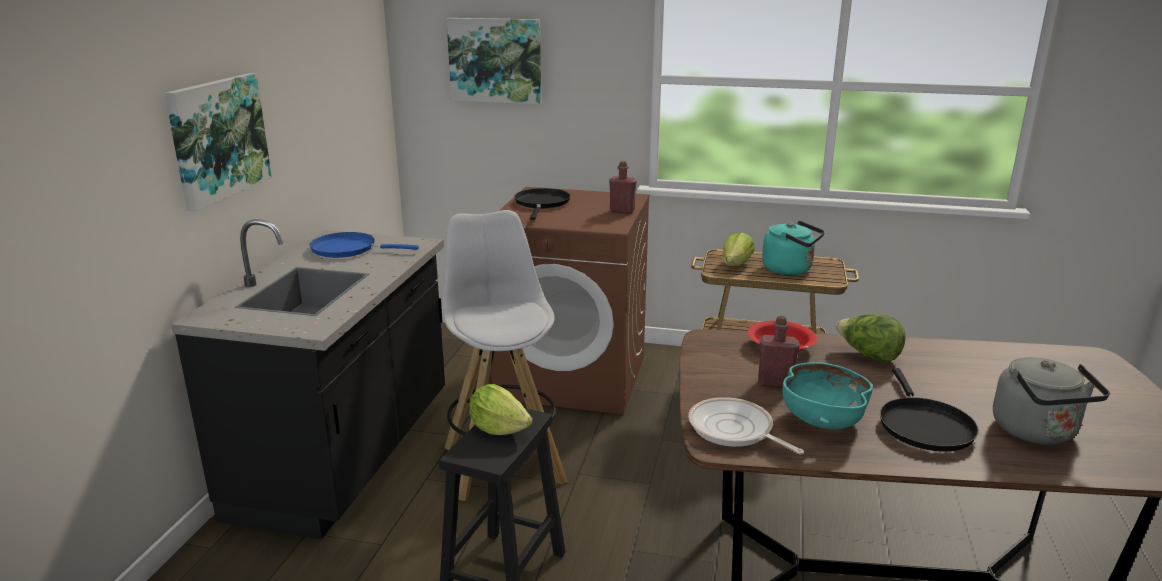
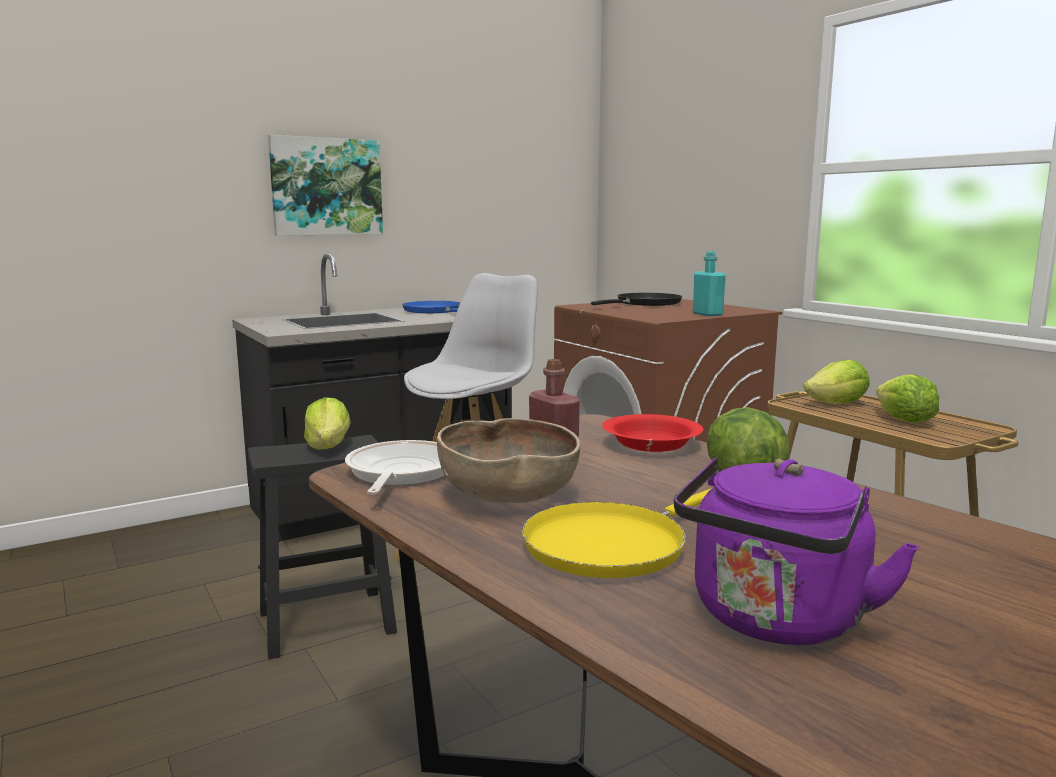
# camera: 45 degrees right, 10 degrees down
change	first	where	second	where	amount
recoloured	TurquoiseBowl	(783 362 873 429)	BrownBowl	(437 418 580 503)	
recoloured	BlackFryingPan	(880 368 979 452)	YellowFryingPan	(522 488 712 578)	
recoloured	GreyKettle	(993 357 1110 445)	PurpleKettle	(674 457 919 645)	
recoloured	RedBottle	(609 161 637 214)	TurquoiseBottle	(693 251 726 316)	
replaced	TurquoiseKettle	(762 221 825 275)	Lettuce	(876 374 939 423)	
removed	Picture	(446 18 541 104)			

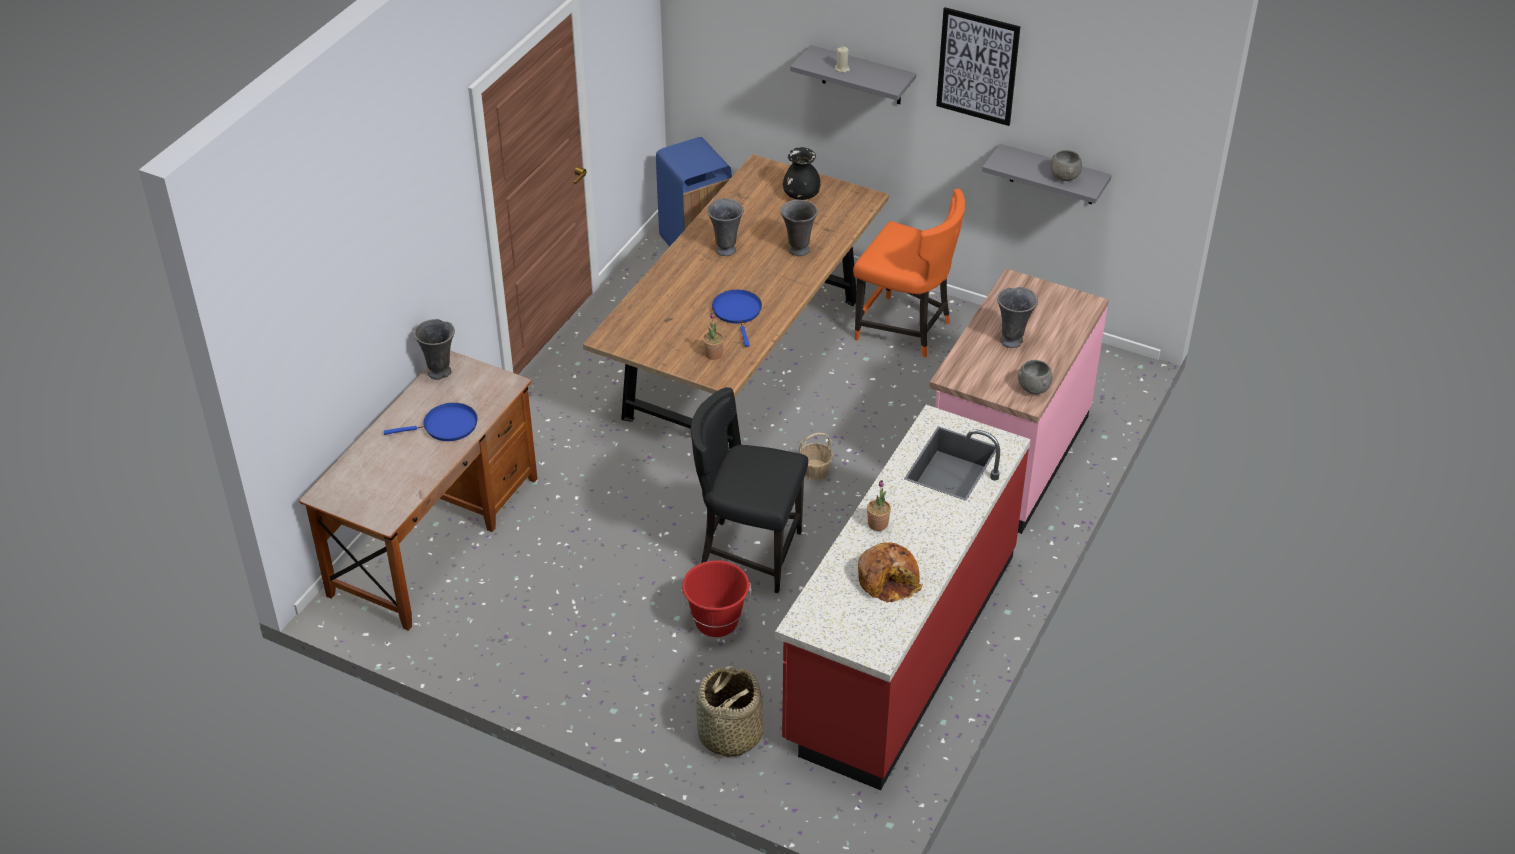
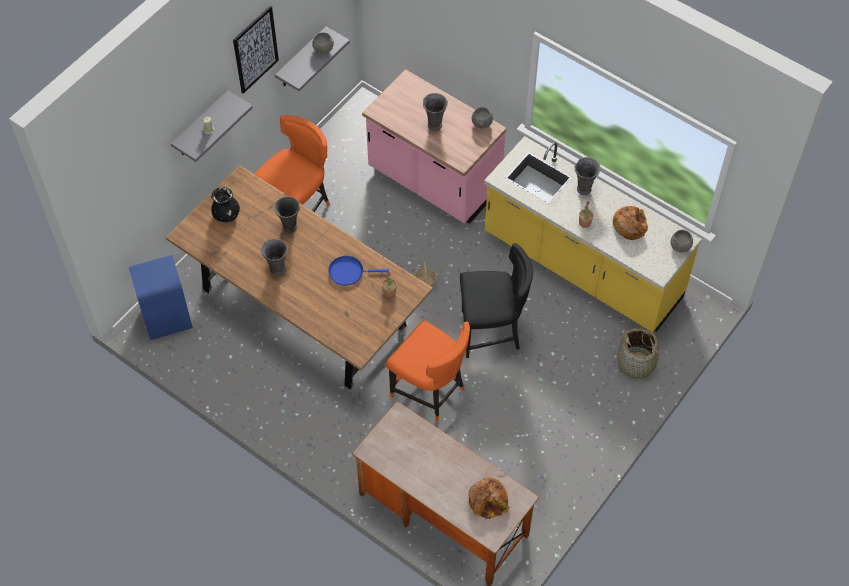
# camera: 80 degrees left, 15 degrees up
change	first	where	second	where	amount
added			OrangeChair	(386 320 470 422)	
turned	BlackChair	(691 387 808 593)		(460 243 533 358)	120 degrees counterclockwise
added			Bread	(468 478 510 519)	
recoloured	RedCounter	(775 405 1031 790)	YellowCounter	(484 136 702 332)	
moved	GreyVase	(414 319 455 380)		(575 157 601 195)	
added			GreyBowl	(670 230 693 252)	
removed	BlueFryingPan	(384 403 478 441)			
removed	RedBucket	(681 560 751 637)			

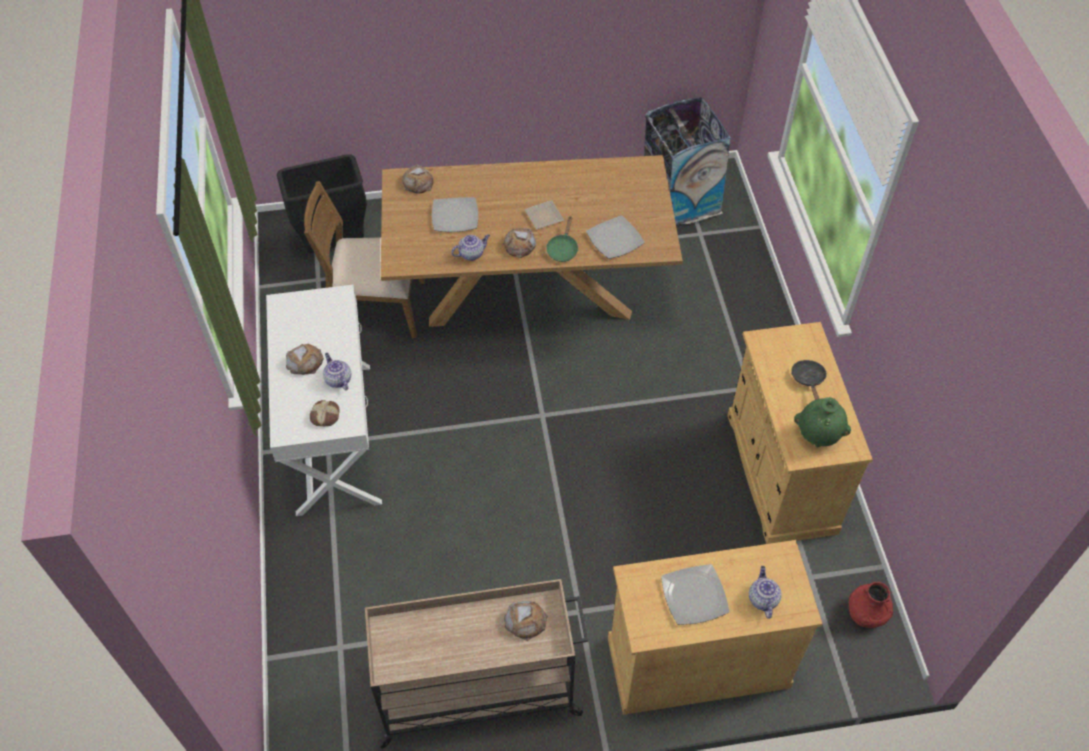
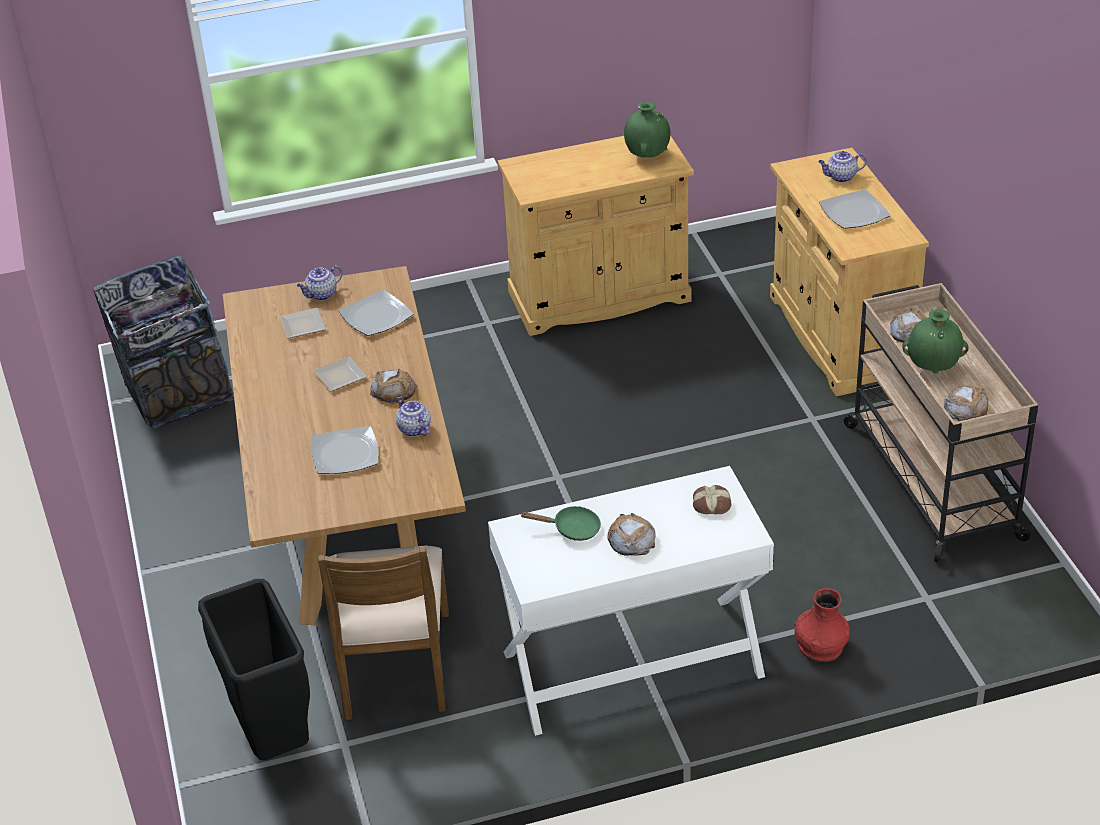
# camera: 95 degrees left, 15 degrees down
change	first	where	second	where	amount
added			Plate	(279 308 326 339)	
moved	Teapot	(323 353 352 391)		(297 265 342 300)	
moved	GreenFryingPan	(546 216 578 262)		(520 506 601 541)	
moved	RedVase	(849 582 893 628)		(794 588 850 662)	
added			GreenVase	(902 309 968 374)	
moved	Bread	(402 164 433 194)		(944 386 988 421)	
removed	BlackFryingPan	(791 360 827 400)			

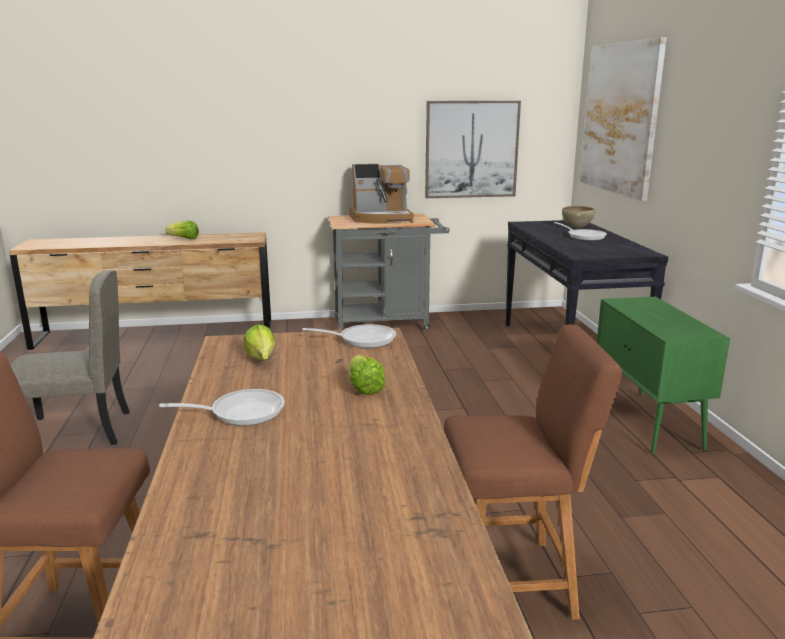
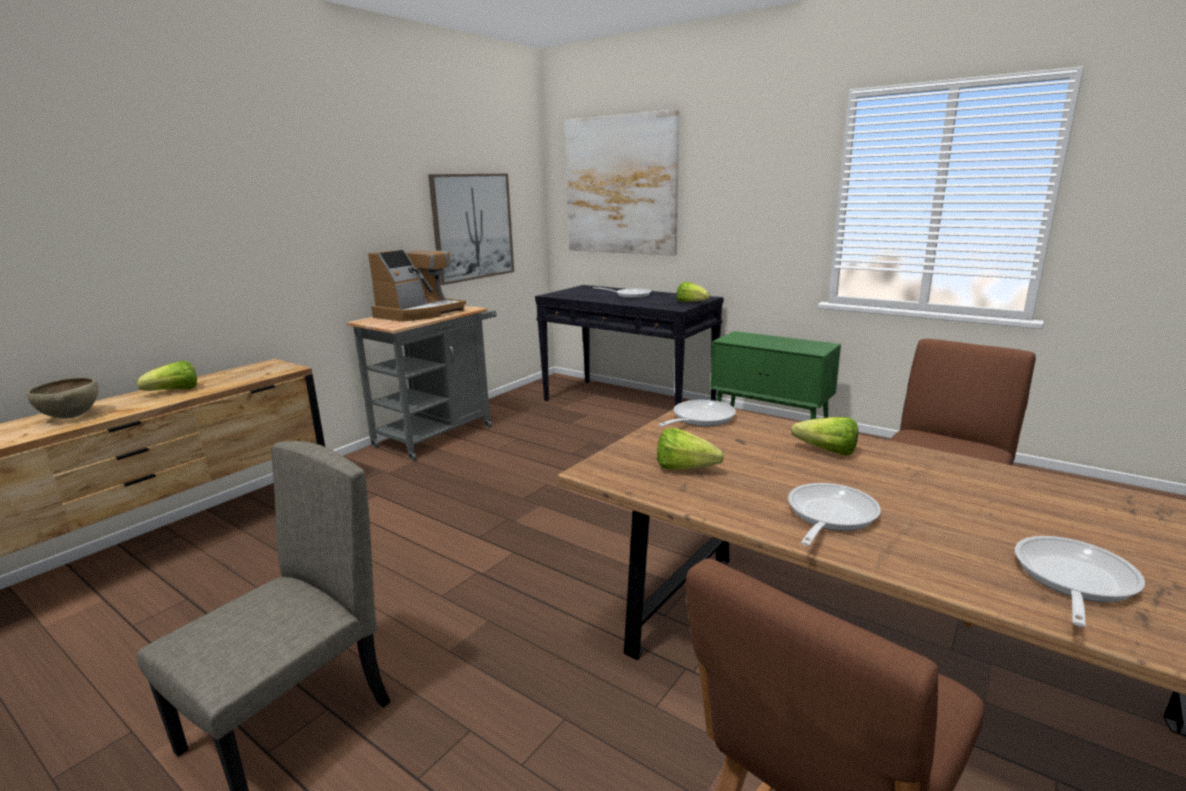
# camera: 45 degrees left, 0 degrees up
change	first	where	second	where	amount
moved	BrownBowl	(562 206 595 228)		(27 378 98 418)	
added			Lettuce	(676 282 710 302)	
added			FryingPan	(1015 536 1145 627)	

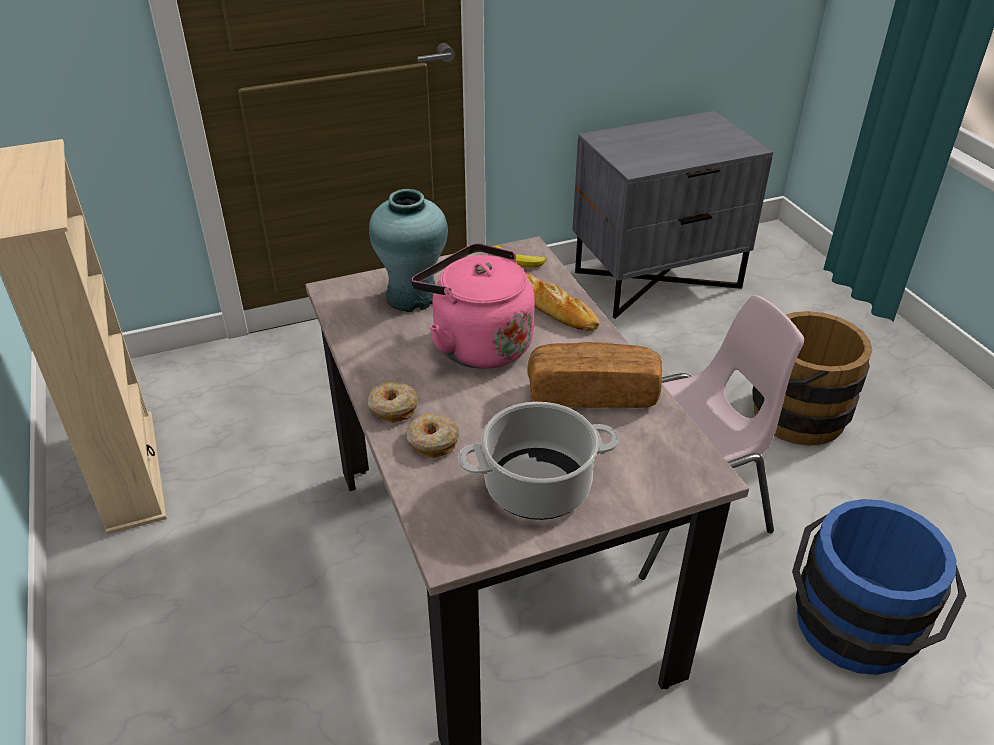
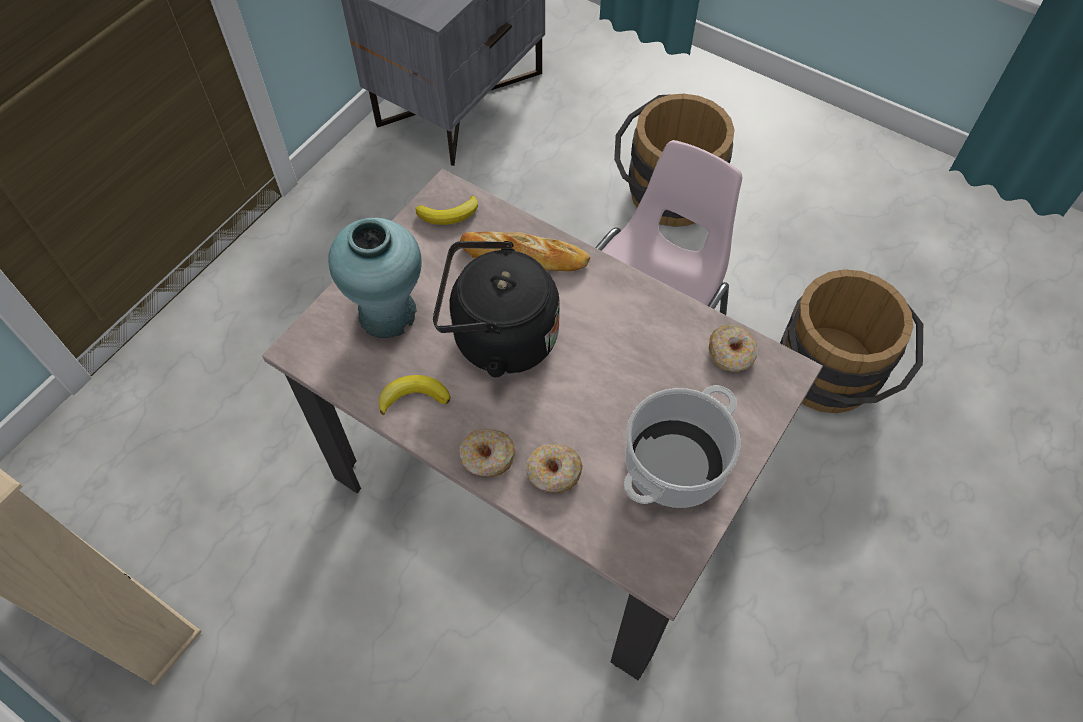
# camera: 35 degrees left, 20 degrees up
change	first	where	second	where	amount
added			Banana	(379 375 451 415)	
recoloured	PinkKettle	(411 243 535 369)	BlackKettle	(433 241 560 378)	
added			Donut	(709 324 758 372)	
recoloured	BlueBucket	(792 499 967 675)	BrownBucket	(780 269 923 413)	
removed	Bread	(527 342 662 408)			

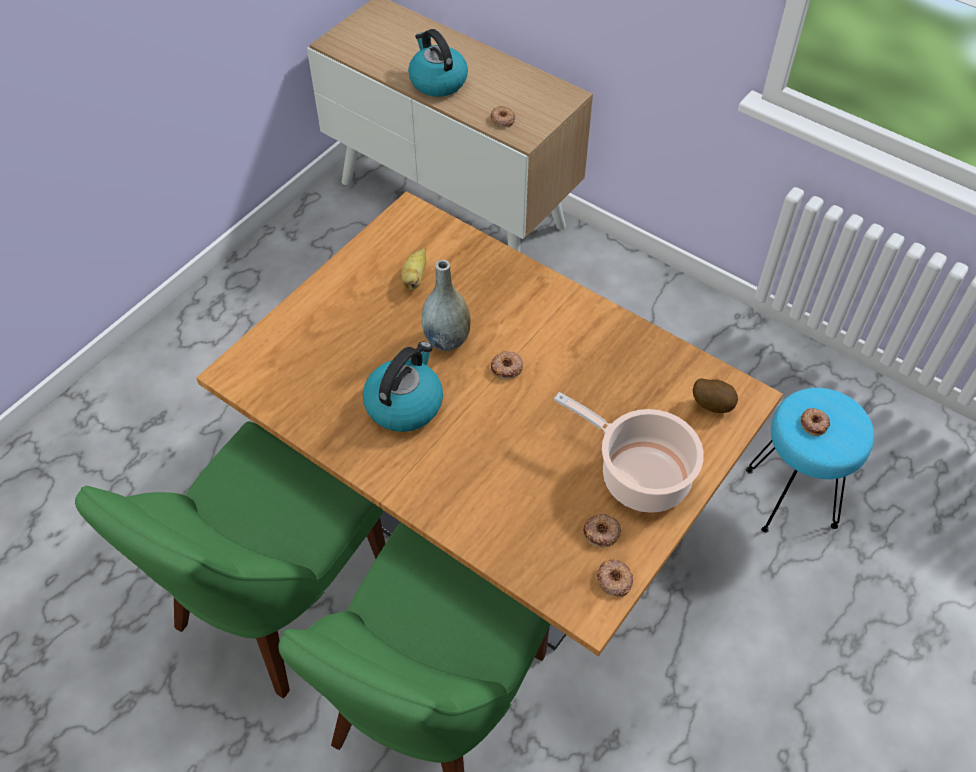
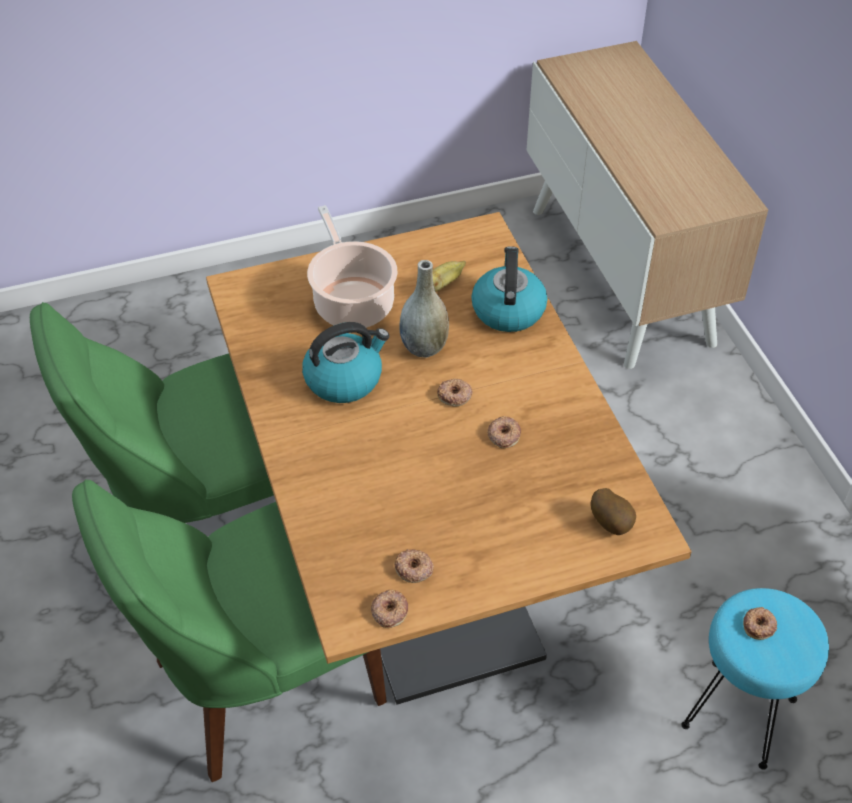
# camera: 35 degrees right, 5 degrees down
change	first	where	second	where	amount
moved	CookingPot	(554 392 704 513)		(307 205 397 328)	
moved	Kettle	(408 29 468 97)		(471 246 547 332)	
moved	Donut	(490 106 515 127)		(487 416 521 448)	

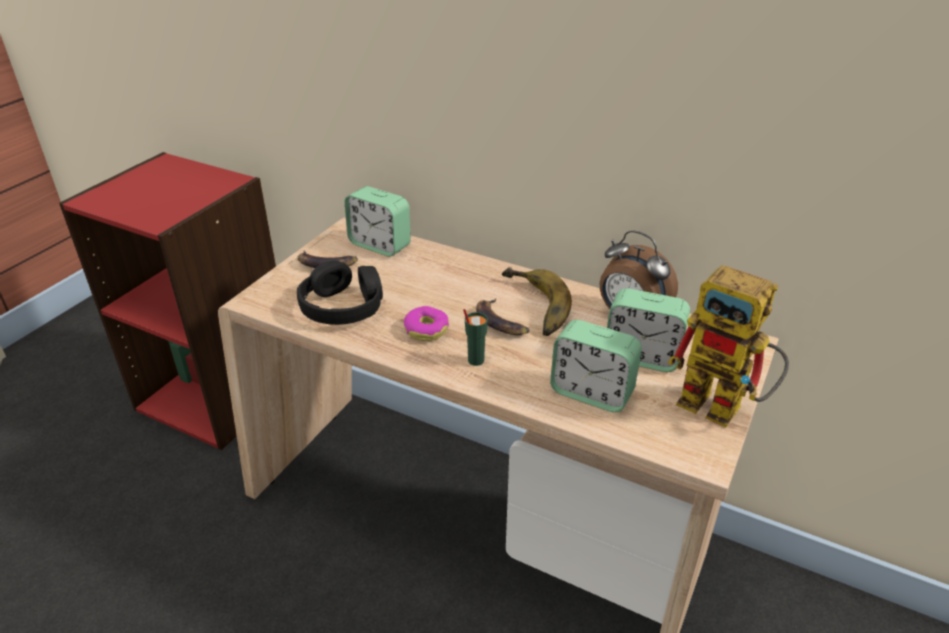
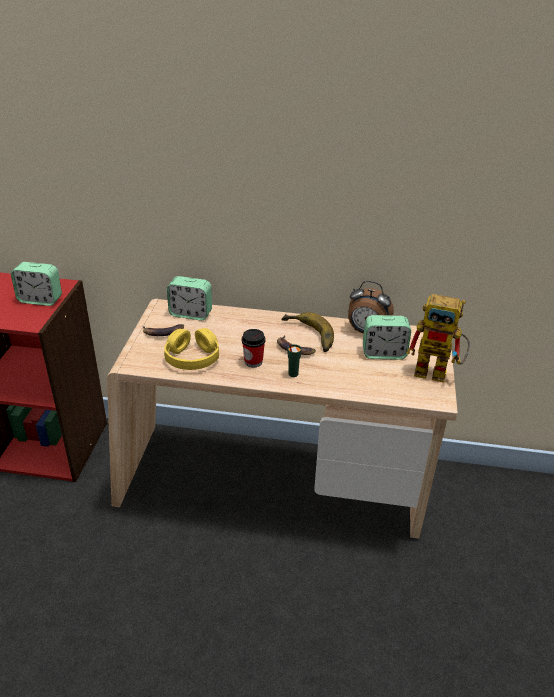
# camera: 20 degrees left, 0 degrees up
change	first	where	second	where	amount
moved	AlarmClock	(550 320 642 412)		(11 262 62 306)	
recoloured	BlackHeadphones	(297 260 383 325)	YellowHeadphones	(164 328 219 370)	
replaced	Donut	(404 306 449 341)	Cup	(242 329 266 367)	

